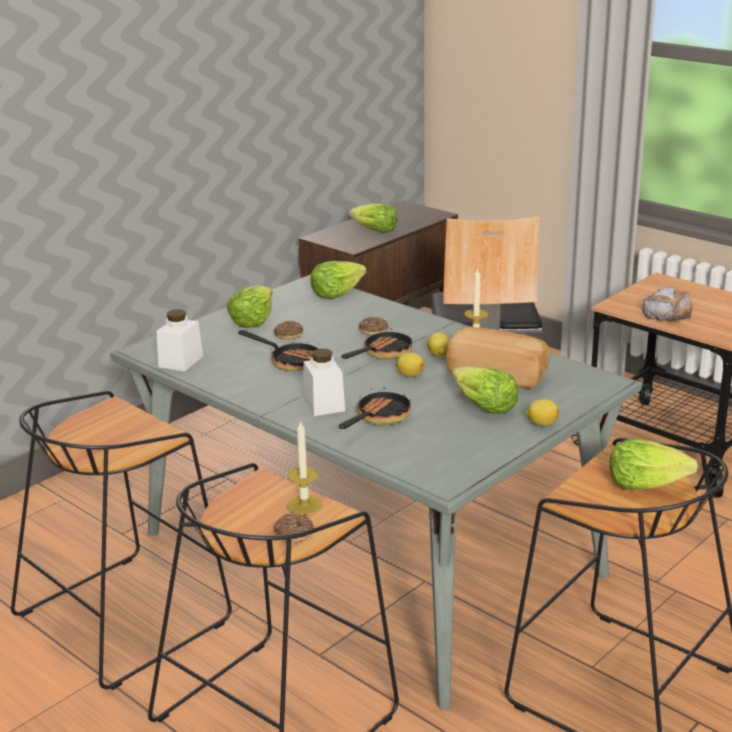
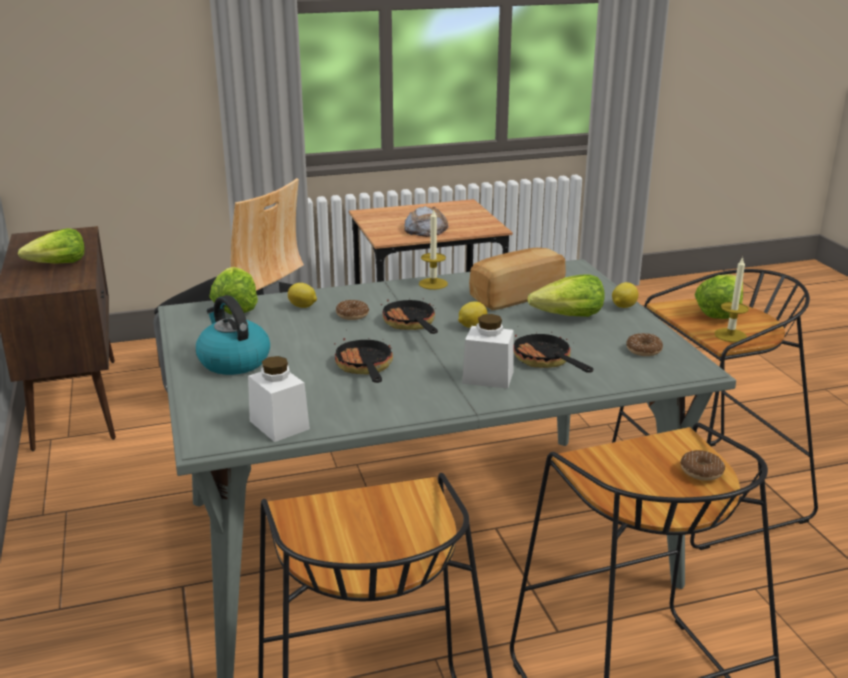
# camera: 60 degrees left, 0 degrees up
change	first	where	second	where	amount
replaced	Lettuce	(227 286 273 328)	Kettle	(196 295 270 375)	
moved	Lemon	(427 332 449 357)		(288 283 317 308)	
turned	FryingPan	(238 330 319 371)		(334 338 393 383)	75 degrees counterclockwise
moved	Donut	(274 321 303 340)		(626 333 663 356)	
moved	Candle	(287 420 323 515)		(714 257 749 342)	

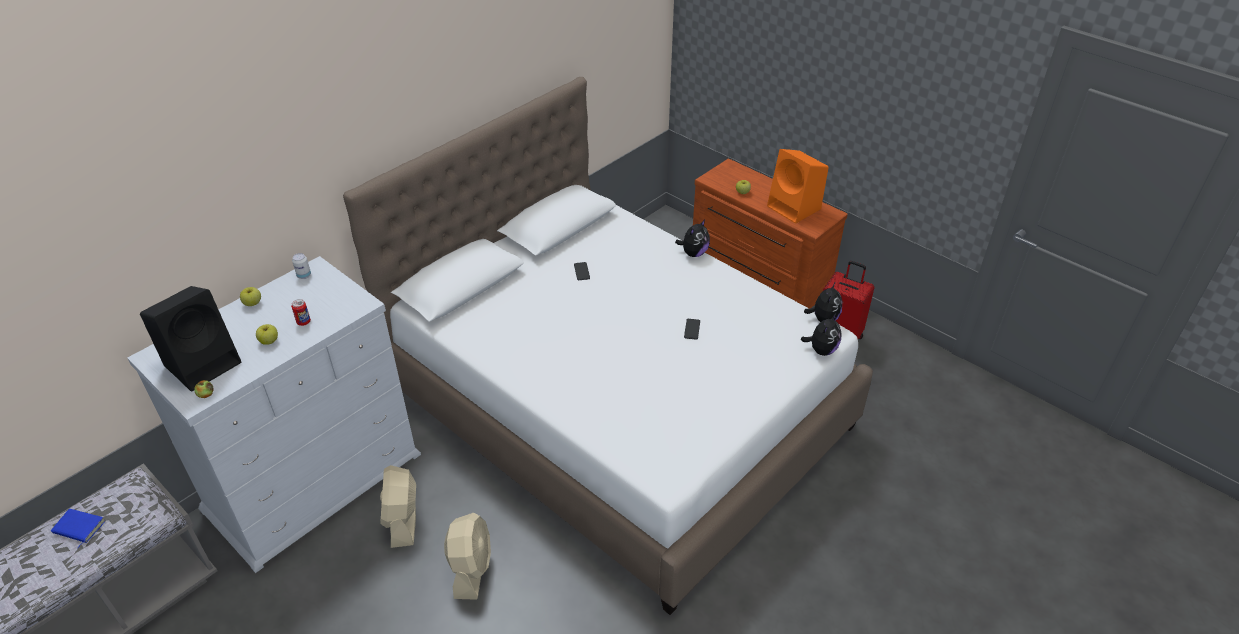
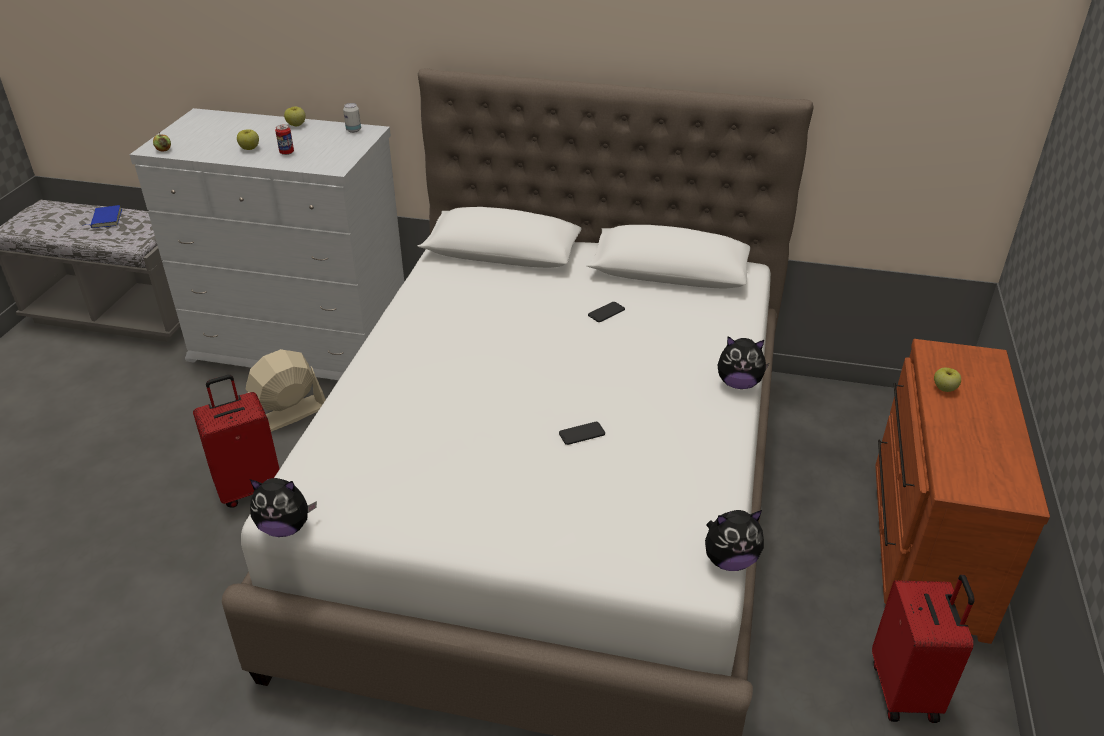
# camera: 60 degrees right, 5 degrees down
change	first	where	second	where	amount
replaced	BeigeFan	(444 513 491 600)	RedSuitcase	(193 375 279 508)	
moved	PlushToy	(801 313 841 356)		(250 478 317 537)	
removed	BlackSpeaker	(140 286 242 392)			
removed	OrangeSpeaker	(767 149 829 224)			

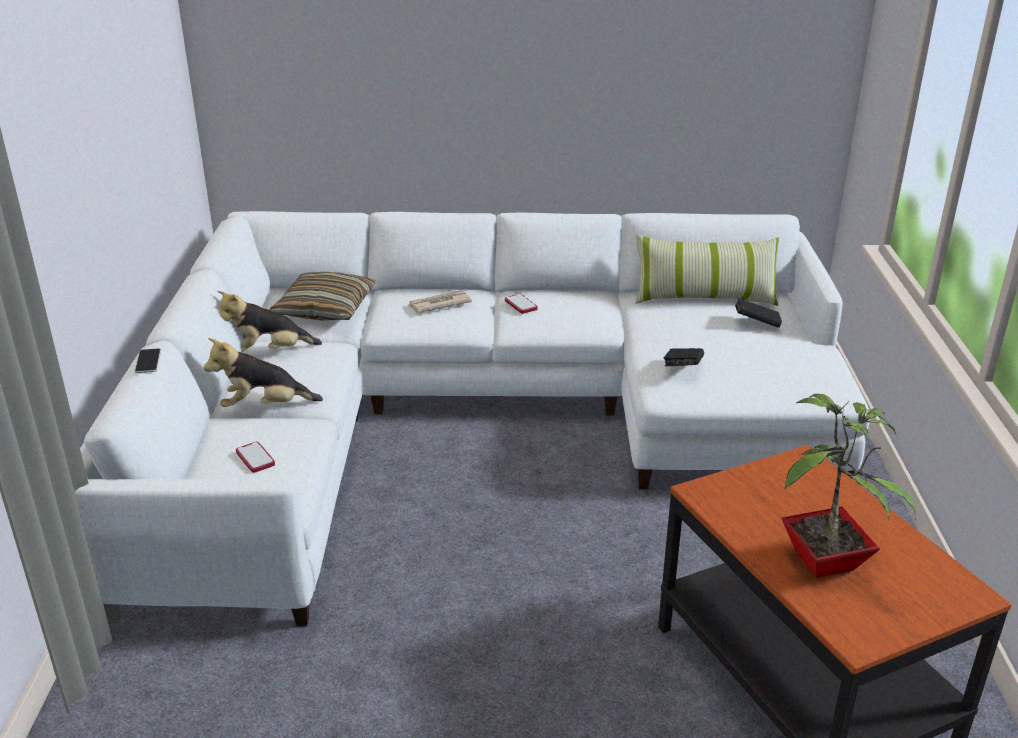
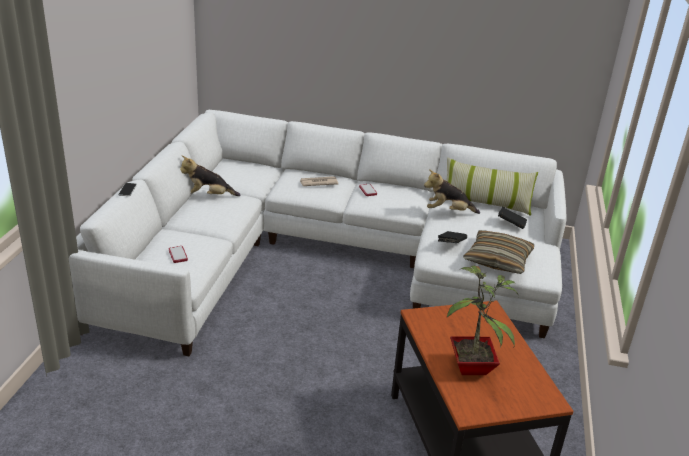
# camera: 10 degrees right, 0 degrees up
change	first	where	second	where	amount
moved	PlushToy	(204 338 323 407)		(424 169 480 214)	
moved	Pillow	(270 272 375 321)		(463 230 534 274)	

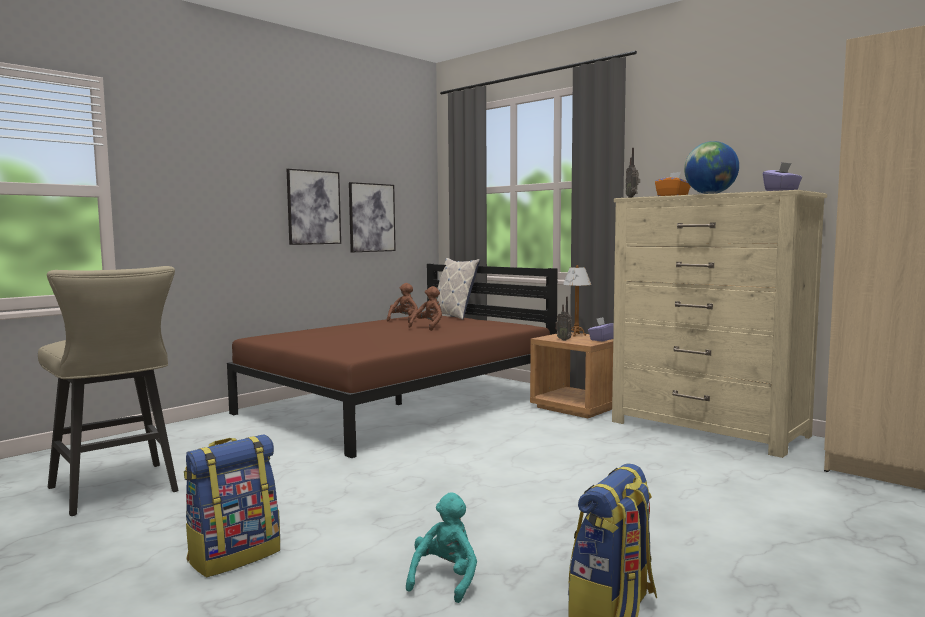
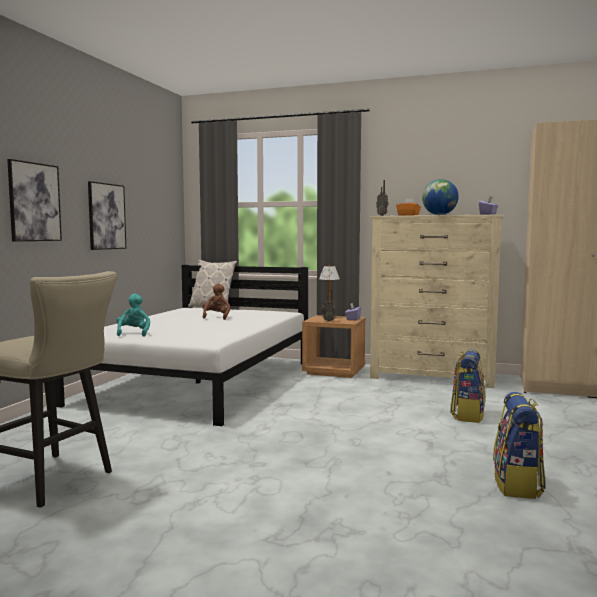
# camera: 25 degrees left, 0 degrees up
change	first	where	second	where	amount
moved	Picture	(349 182 396 252)		(7 159 62 241)	
recoloured	BrownBed	(227 264 557 458)	WhiteBed	(55 265 308 426)	
moved	TurquoisePlushToy	(406 492 477 603)		(116 294 150 337)	
moved	Backpack	(184 434 280 578)		(450 349 486 423)	
removed	BrownPlushToy	(387 283 418 323)			

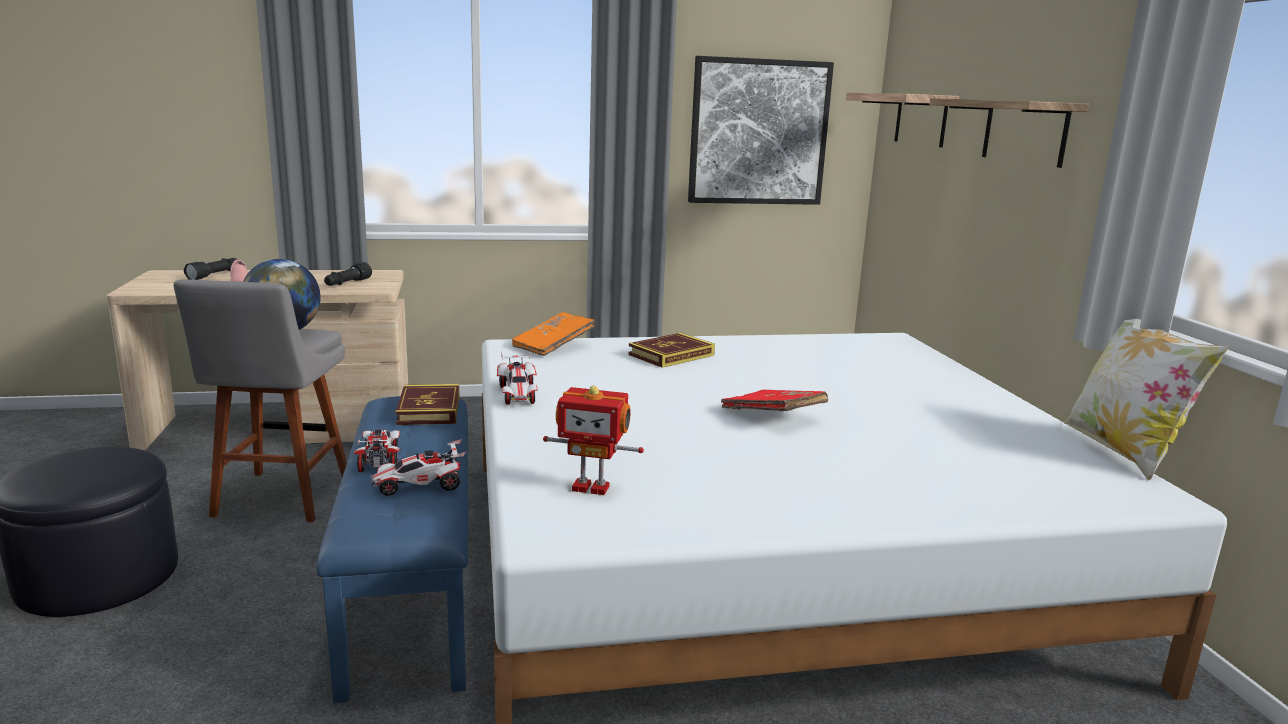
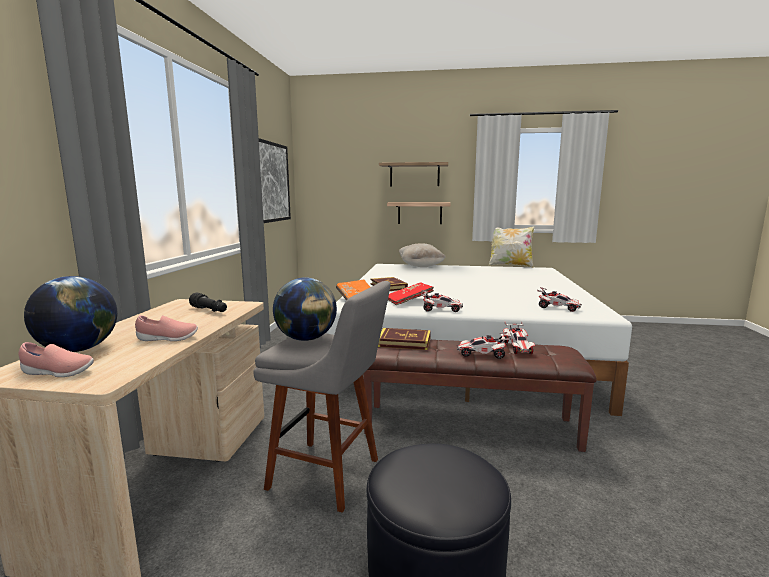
# camera: 70 degrees left, 5 degrees down
change	first	where	second	where	amount
added			PinkShoe	(19 342 94 377)	
replaced	BlackFlashlight	(184 258 238 280)	Globe	(24 276 117 352)	
recoloured	BlueBench	(316 396 468 703)	BrownBench	(363 340 597 452)	
moved	Shelf	(846 93 959 148)		(387 202 451 224)	
moved	RedBook	(721 390 828 411)		(388 282 434 305)	
added			BeigePillow	(399 243 446 267)	
replaced	ToyRobot	(543 386 644 495)	ToyCar	(537 287 582 312)	

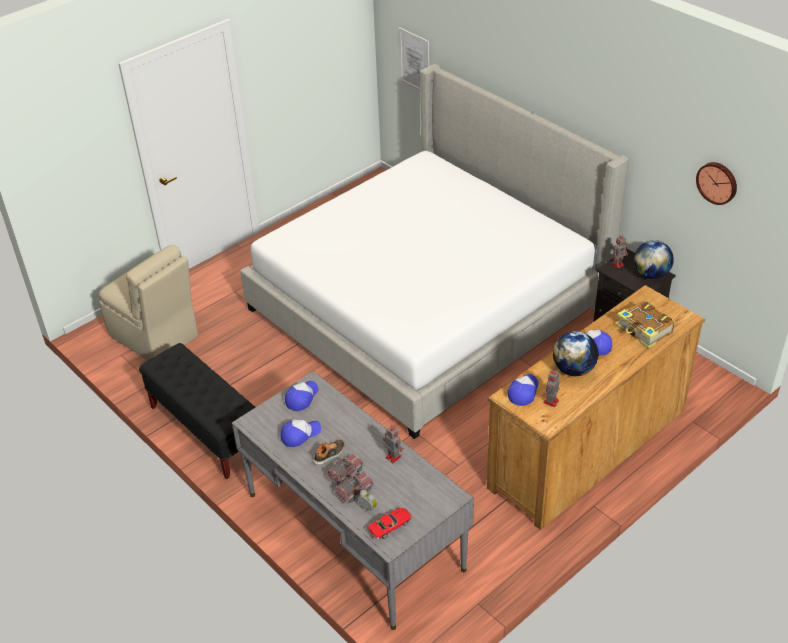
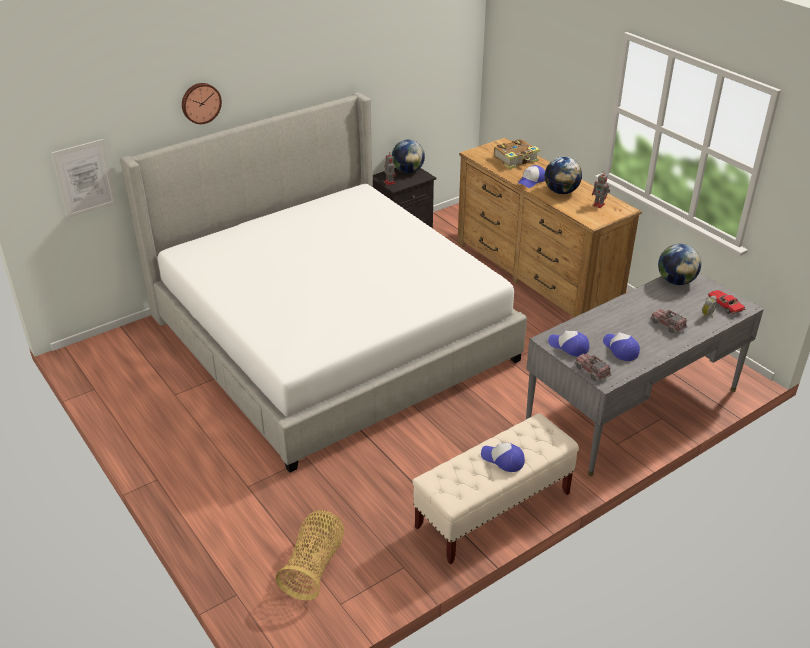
# camera: 85 degrees left, 5 degrees down
change	first	where	second	where	amount
moved	WallClock	(696 162 737 205)		(182 83 222 124)	
replaced	BeigeChair	(99 245 198 360)	Basket	(275 510 344 601)	
recoloured	BlackBench	(139 343 255 479)	BeigeBench	(413 413 579 564)	
moved	Cap	(508 374 538 406)		(481 443 525 472)	
moved	ToyTruck	(334 472 374 503)		(575 353 612 381)	
added			Globe	(658 244 701 285)	
removed	Shoe	(313 440 344 465)			
removed	ToyRobot	(383 425 404 463)			

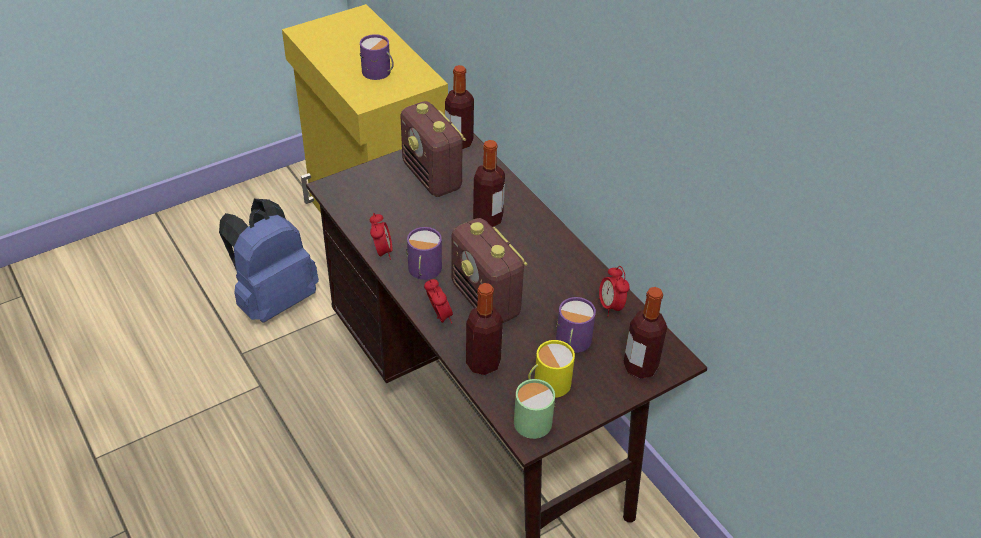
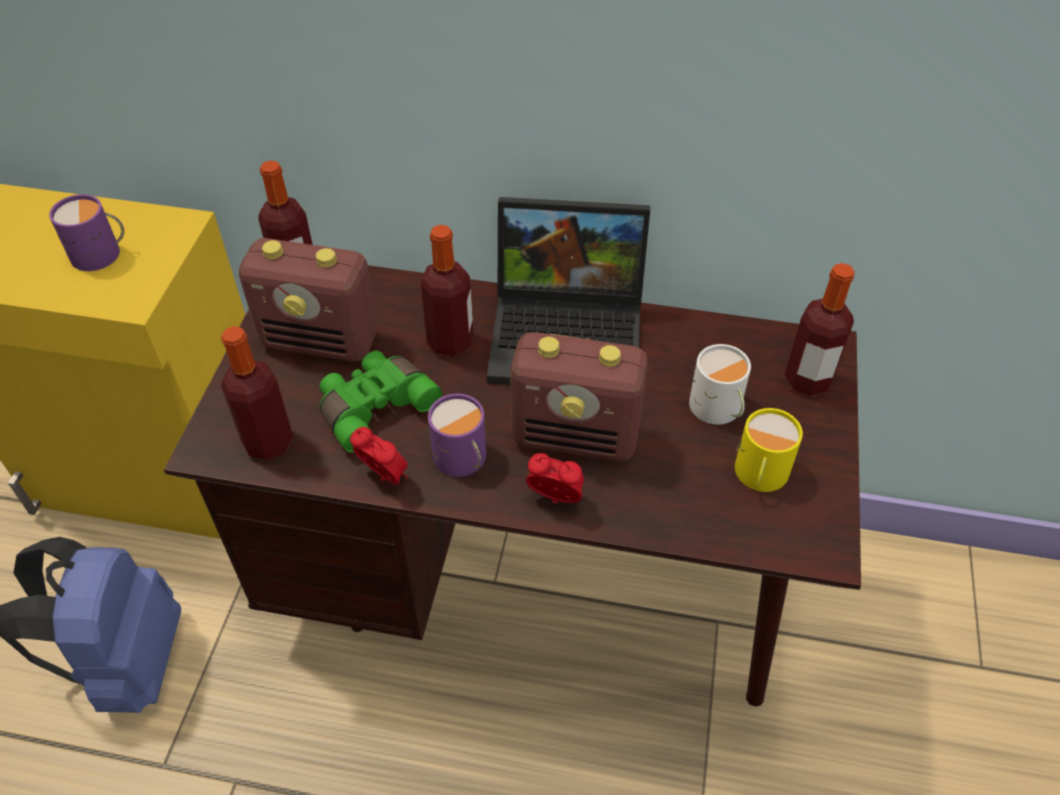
# camera: 45 degrees left, 5 degrees up
change	first	where	second	where	amount
moved	Bottle	(466 283 503 375)		(221 326 293 460)	
added			GreenBinoculars	(320 351 442 453)	
added			Laptop	(487 197 650 385)	
recoloured	PurpleMug	(556 297 596 353)	WhiteMug	(689 344 751 425)	
removed	GreenMug	(514 379 556 439)			
removed	AlarmClock	(599 266 630 316)			

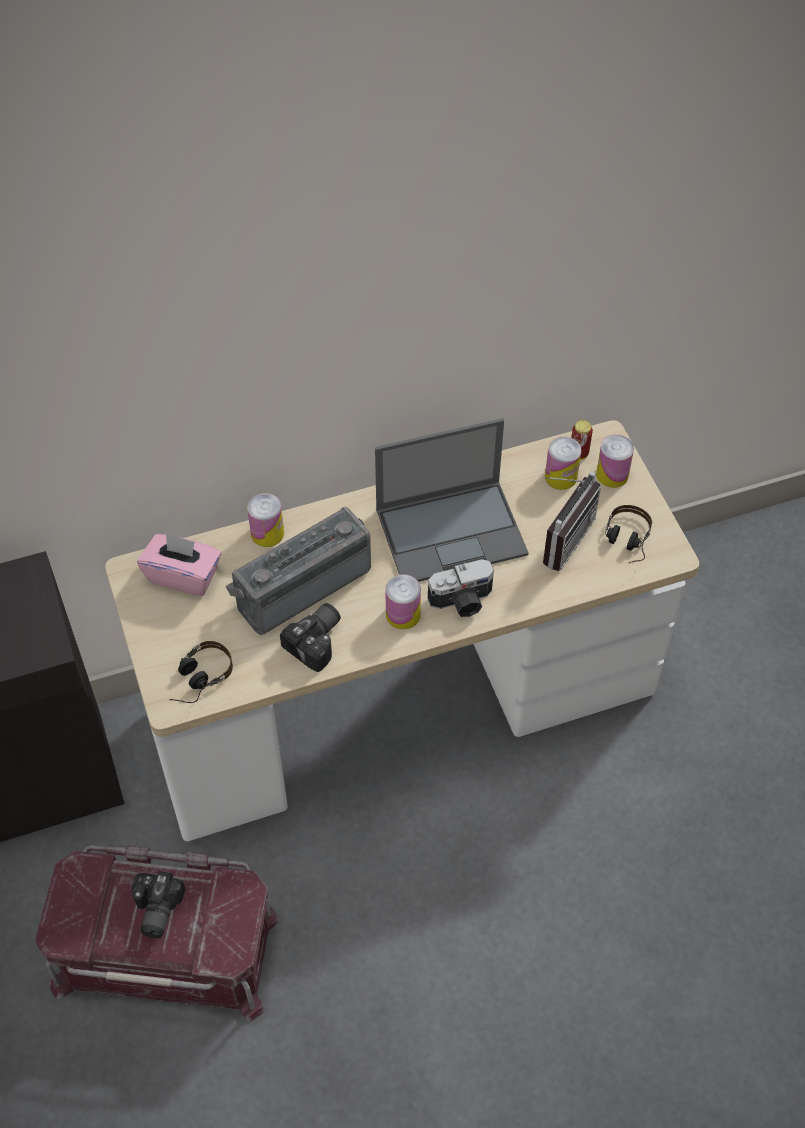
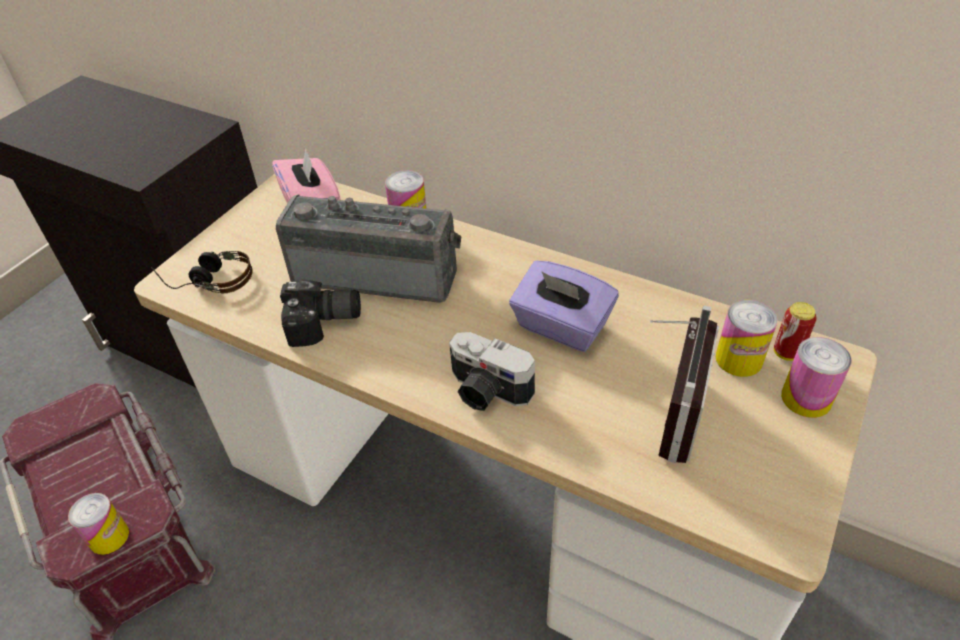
# camera: 50 degrees right, 10 degrees down
change	first	where	second	where	amount
moved	Can	(385 574 421 629)		(68 493 129 555)	
replaced	Laptop	(375 418 529 582)	PurpleTissueBox	(509 261 619 352)	
turned	Radio	(543 472 601 571)		(650 305 719 463)	60 degrees counterclockwise
removed	PhotoCamera	(132 871 185 938)			
removed	Headphones	(605 505 652 563)			

